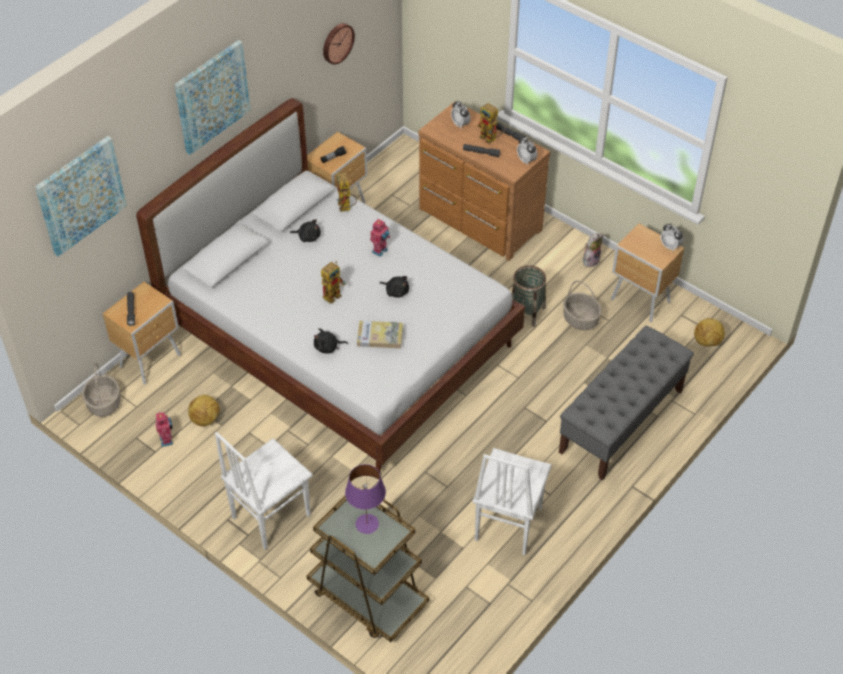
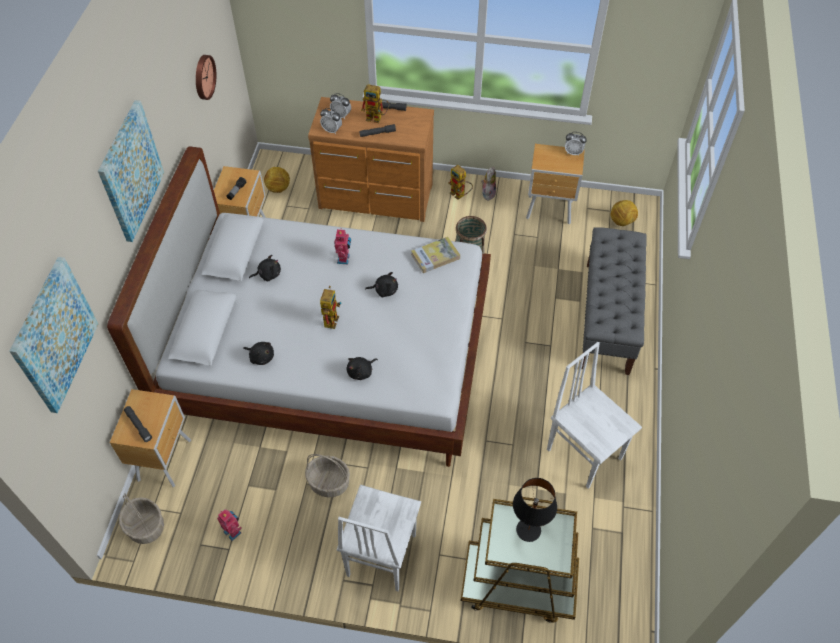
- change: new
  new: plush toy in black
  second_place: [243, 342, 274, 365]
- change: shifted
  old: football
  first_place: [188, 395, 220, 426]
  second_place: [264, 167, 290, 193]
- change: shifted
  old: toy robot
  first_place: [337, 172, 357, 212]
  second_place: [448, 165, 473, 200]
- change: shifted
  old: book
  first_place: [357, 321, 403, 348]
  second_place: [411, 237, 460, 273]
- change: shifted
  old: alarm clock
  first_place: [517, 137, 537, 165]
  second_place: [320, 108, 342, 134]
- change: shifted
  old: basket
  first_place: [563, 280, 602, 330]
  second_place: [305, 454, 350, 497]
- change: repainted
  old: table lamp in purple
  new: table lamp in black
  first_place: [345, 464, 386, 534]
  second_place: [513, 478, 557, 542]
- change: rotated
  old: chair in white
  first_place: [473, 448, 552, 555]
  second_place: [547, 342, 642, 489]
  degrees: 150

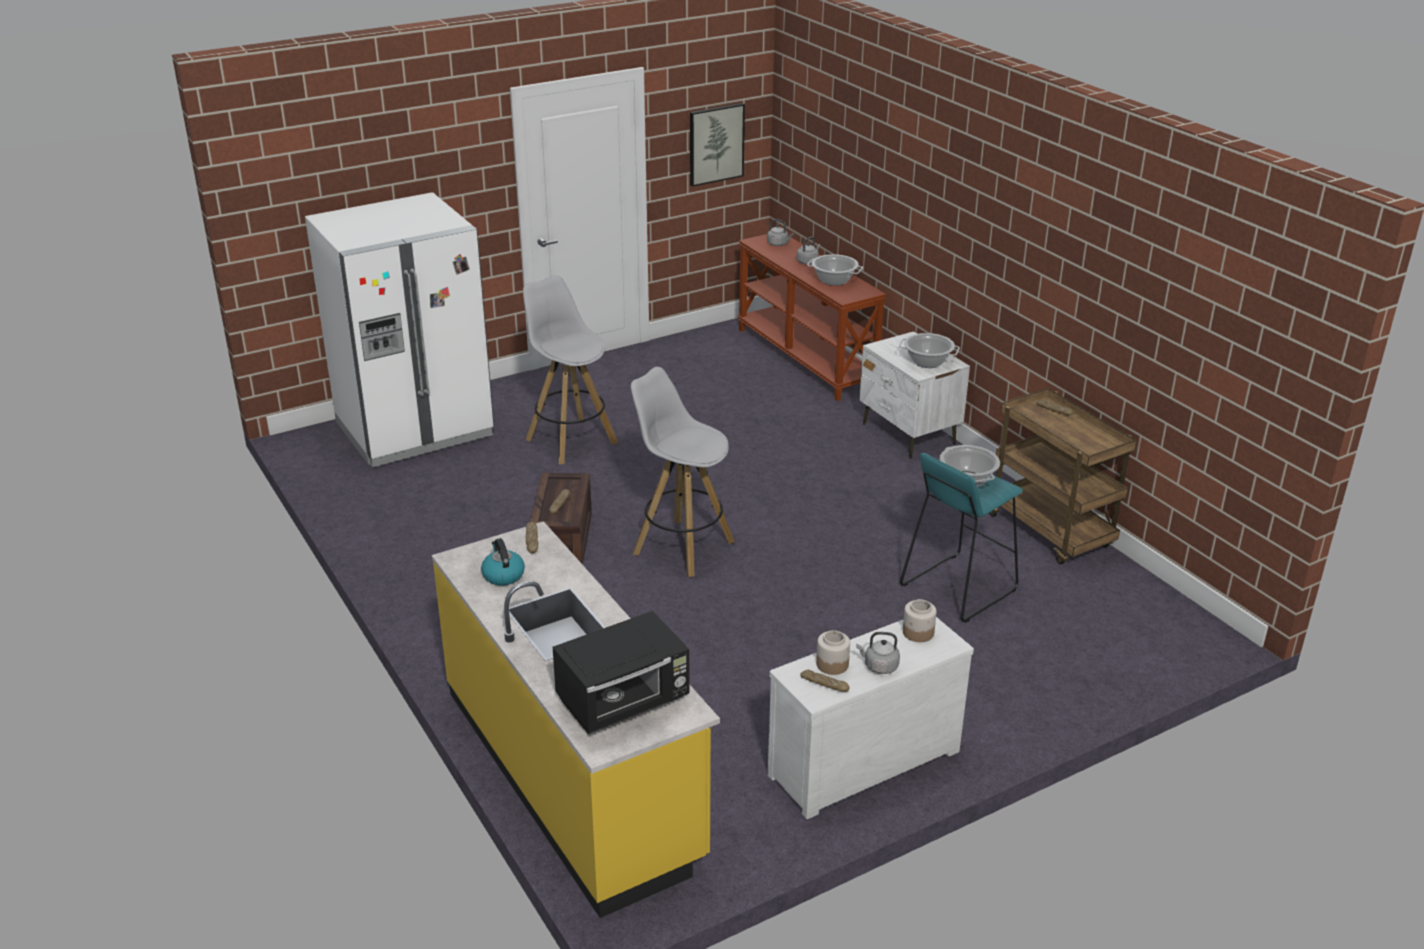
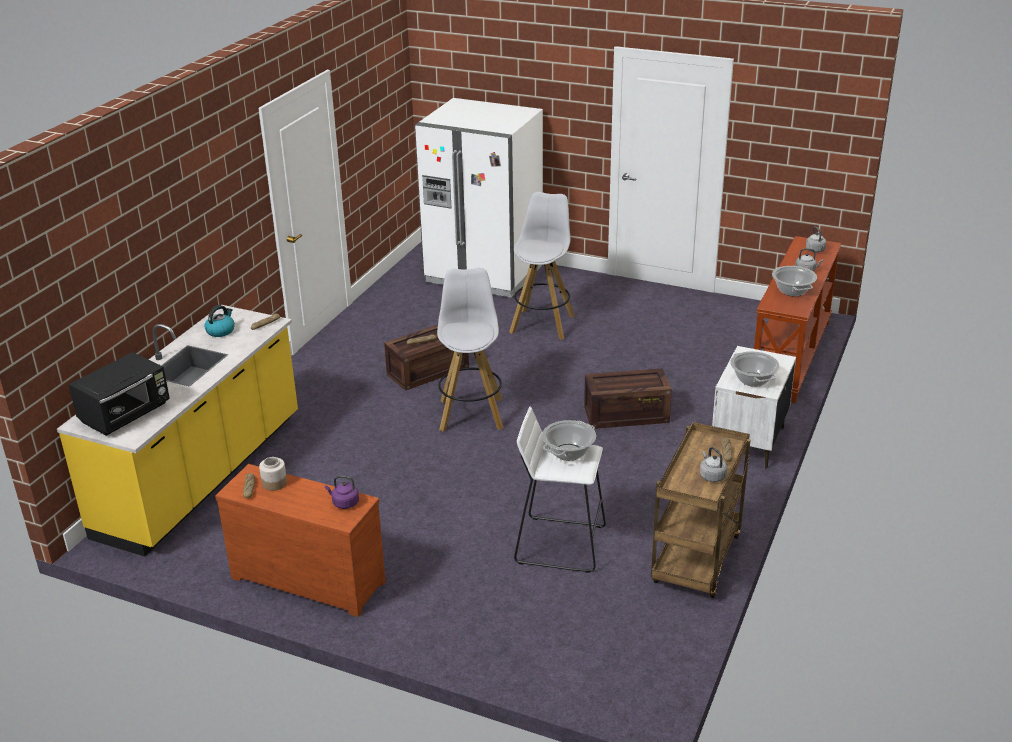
- change: gone
  old: picture
  first_place: [690, 103, 745, 187]
- change: new
  new: crate
  second_place: [584, 368, 672, 429]
- change: shifted
  old: kettle in grey
  first_place: [856, 632, 900, 674]
  second_place: [700, 447, 727, 482]
- change: swapped
  old: jar
  new: kettle in purple
  first_place: [903, 599, 937, 642]
  second_place: [325, 476, 359, 509]
- change: repainted
  old: dresser in white
  new: dresser in brown
  first_place: [768, 617, 974, 819]
  second_place: [215, 464, 386, 617]
- change: repainted
  old: stool in turquoise
  new: stool in white
  first_place: [900, 453, 1023, 622]
  second_place: [514, 407, 606, 573]
- change: rotated
  old: microwave in black
  first_place: [553, 611, 689, 734]
  second_place: [68, 352, 170, 436]
  degrees: -75

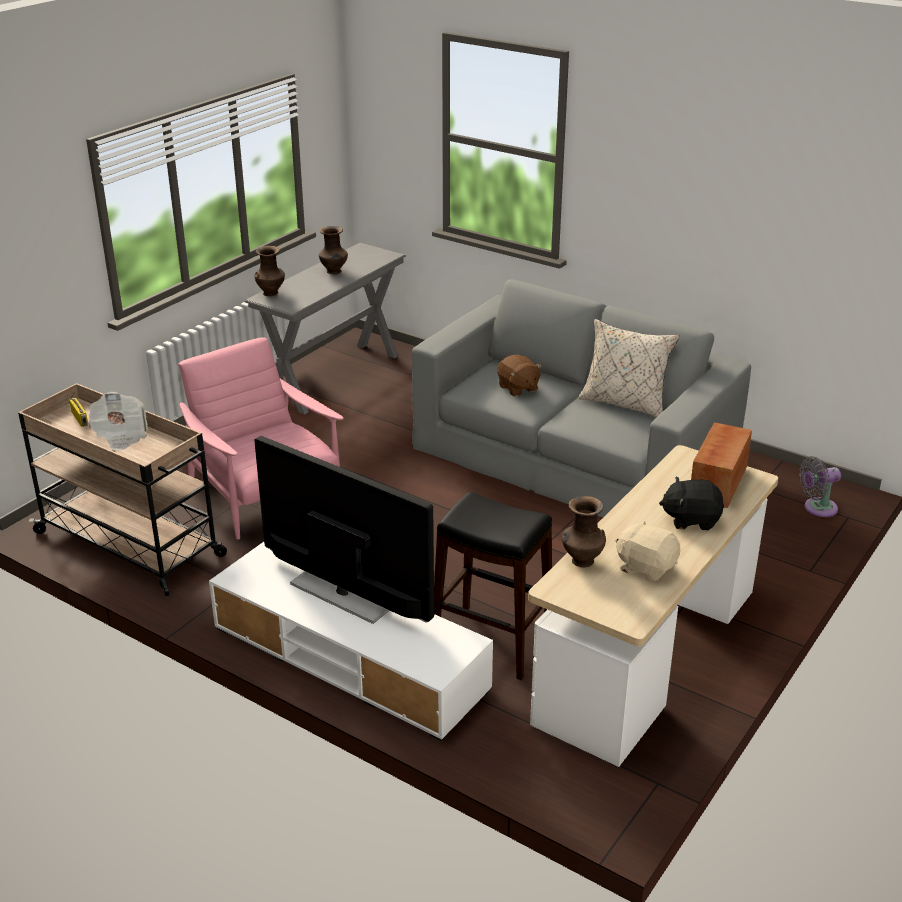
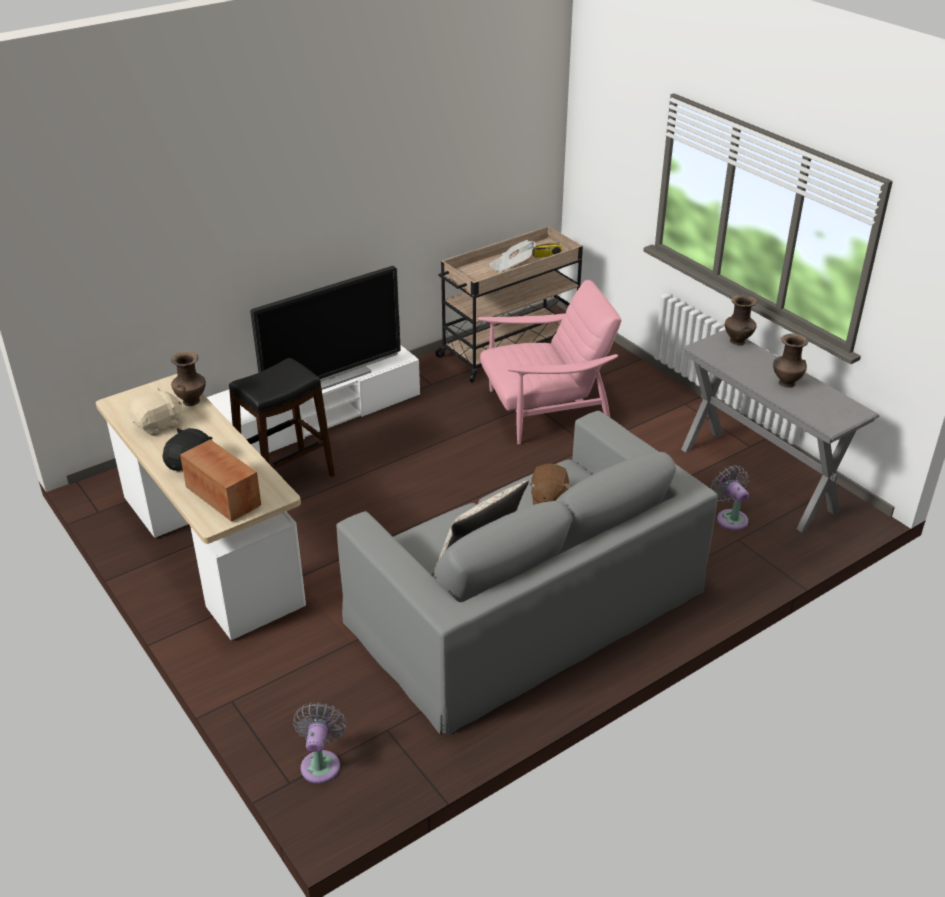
- change: new
  new: fan in grey
  second_place: [711, 466, 749, 531]
- change: rotated
  old: plush toy in brown
  first_place: [497, 355, 542, 397]
  second_place: [529, 464, 571, 505]
  degrees: -75

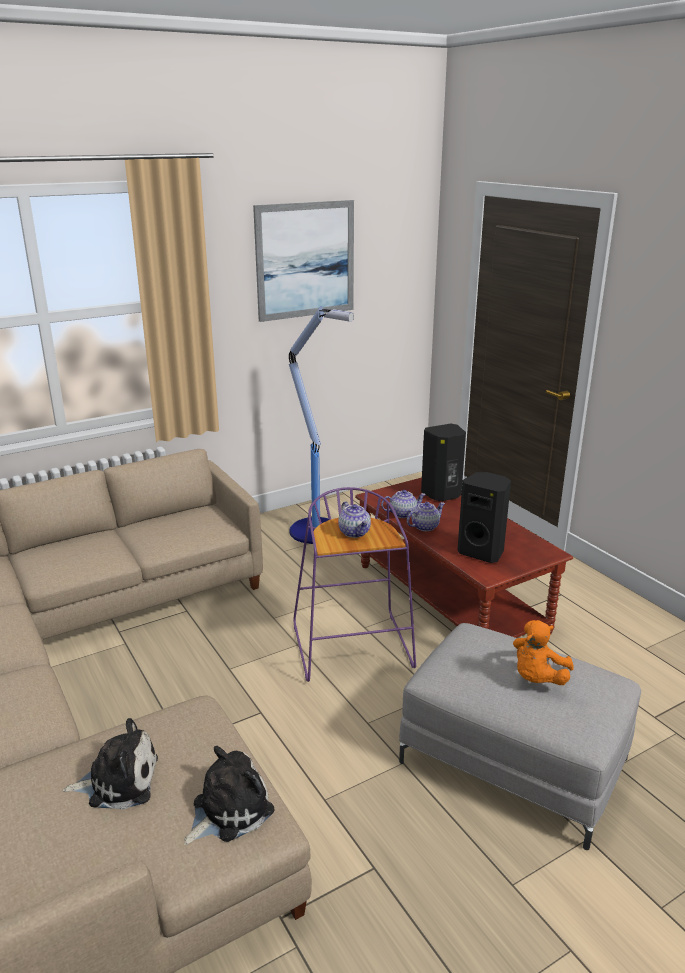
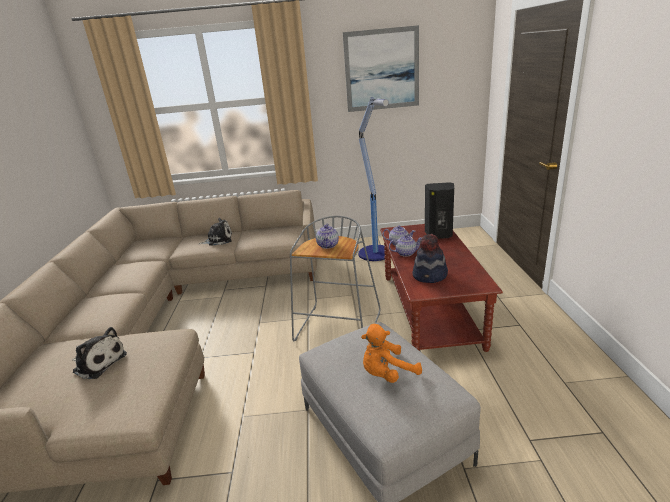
- change: shifted
  old: plush toy
  first_place: [184, 746, 274, 845]
  second_place: [199, 218, 232, 246]
- change: swapped
  old: speaker in black
  new: hat
  first_place: [458, 472, 511, 563]
  second_place: [412, 234, 448, 283]
- change: repainted
  old: stool in purple
  new: stool in grey
  first_place: [294, 487, 416, 682]
  second_place: [290, 216, 380, 341]

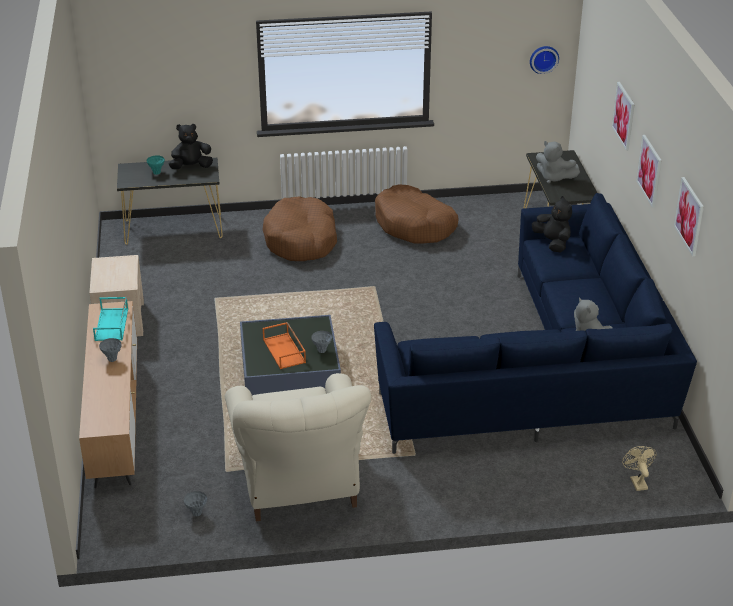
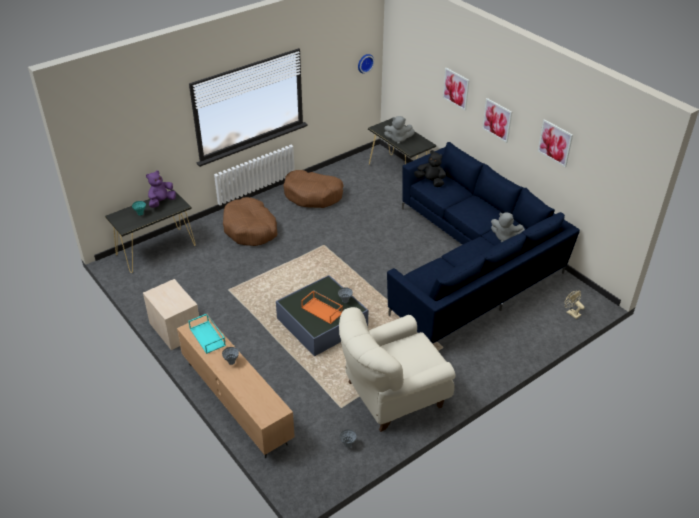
- change: repainted
  old: plush toy in black
  new: plush toy in purple
  first_place: [169, 124, 213, 169]
  second_place: [146, 170, 176, 208]
- change: rotated
  old: armchair in beige
  first_place: [225, 373, 371, 522]
  second_place: [339, 307, 456, 432]
  degrees: 105

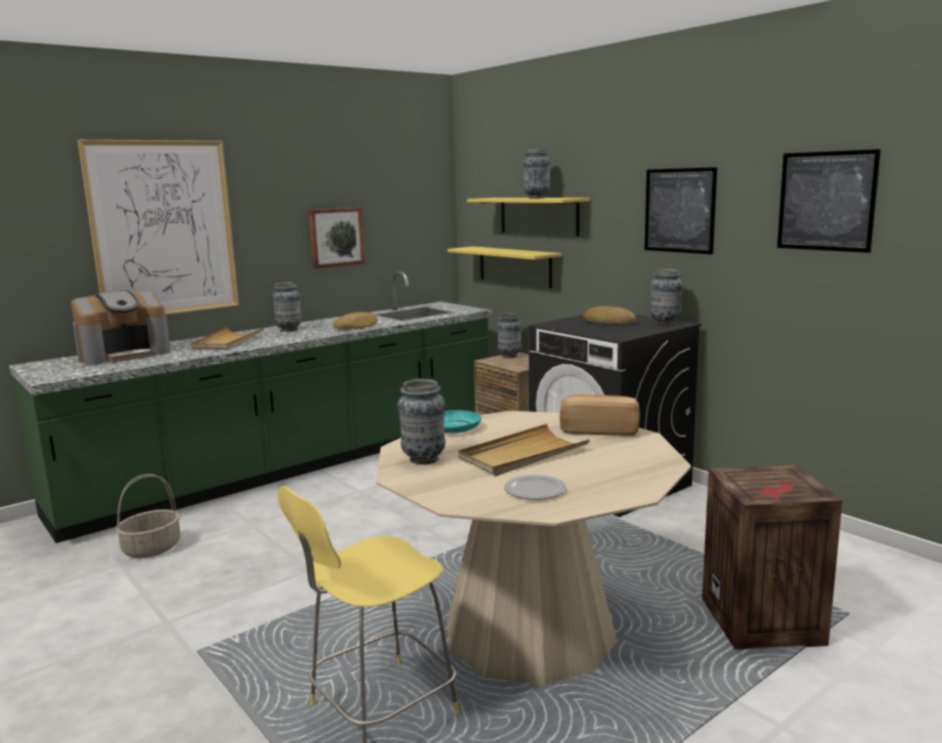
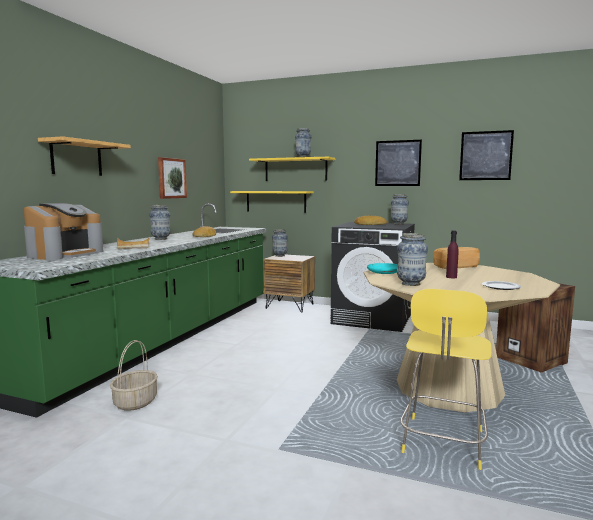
- change: swapped
  old: picture
  new: shelf
  first_place: [78, 140, 239, 315]
  second_place: [38, 136, 131, 176]
- change: swapped
  old: tray in beige
  new: bottle in purple
  first_place: [458, 424, 590, 476]
  second_place: [446, 230, 458, 278]

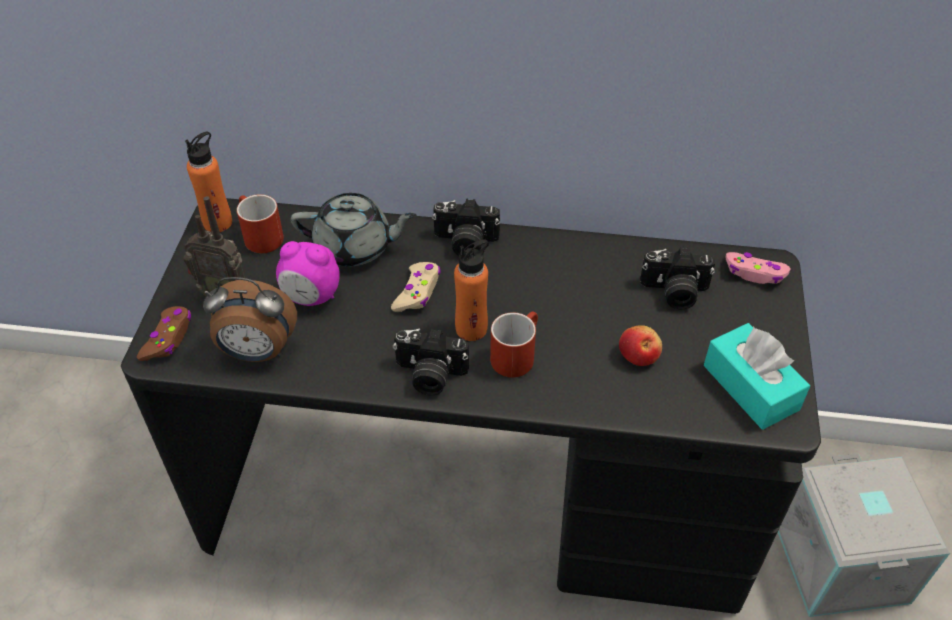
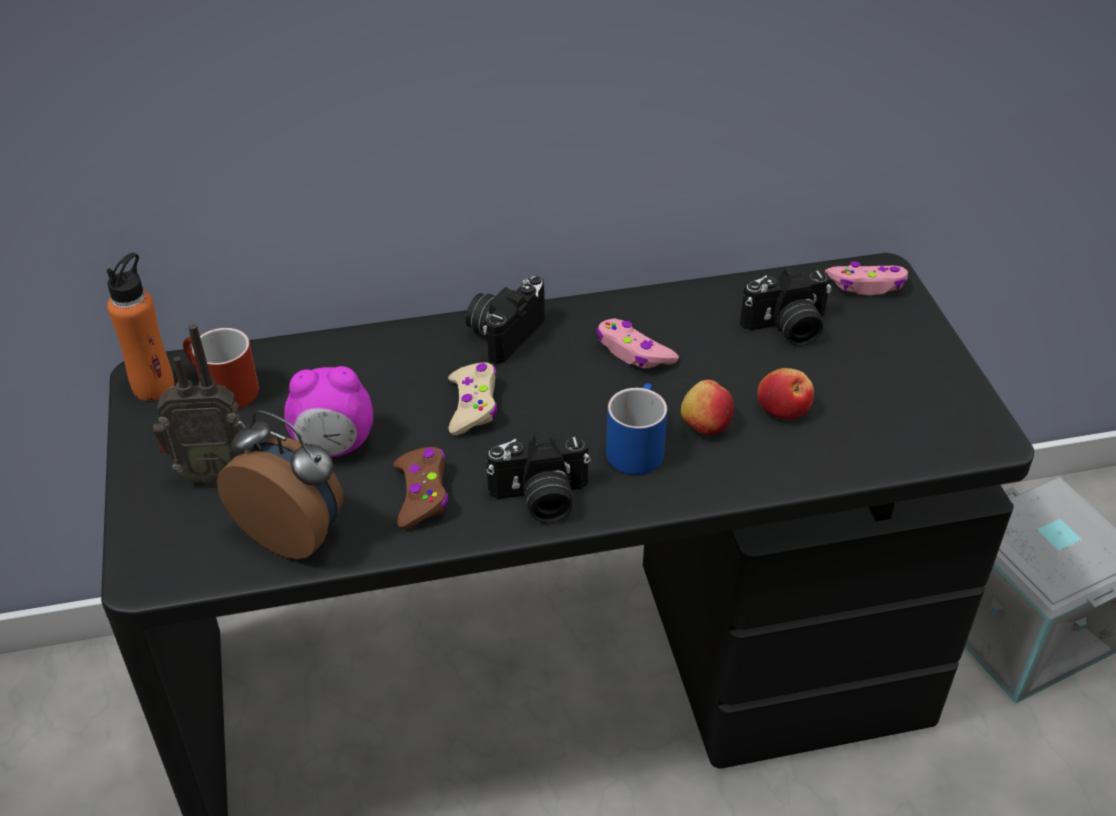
- change: gone
  old: teapot in grey
  first_place: [291, 193, 416, 266]
- change: gone
  old: bottle in orange
  first_place: [454, 240, 489, 341]
- change: gone
  old: tissue box in turquoise
  first_place: [704, 323, 810, 430]
- change: new
  new: game controller in pink
  second_place: [596, 318, 679, 368]
- change: new
  new: apple
  second_place: [681, 380, 734, 435]
- change: shifted
  old: game controller in brown
  first_place: [137, 306, 191, 361]
  second_place: [394, 447, 448, 529]
- change: repainted
  old: mug in red
  new: mug in blue
  first_place: [490, 311, 538, 378]
  second_place: [606, 383, 667, 475]
- change: rotated
  old: alarm clock
  first_place: [203, 277, 297, 362]
  second_place: [217, 410, 343, 559]
  degrees: -135
- change: rotated
  old: photo camera
  first_place: [432, 199, 500, 256]
  second_place: [466, 276, 545, 364]
  degrees: 135

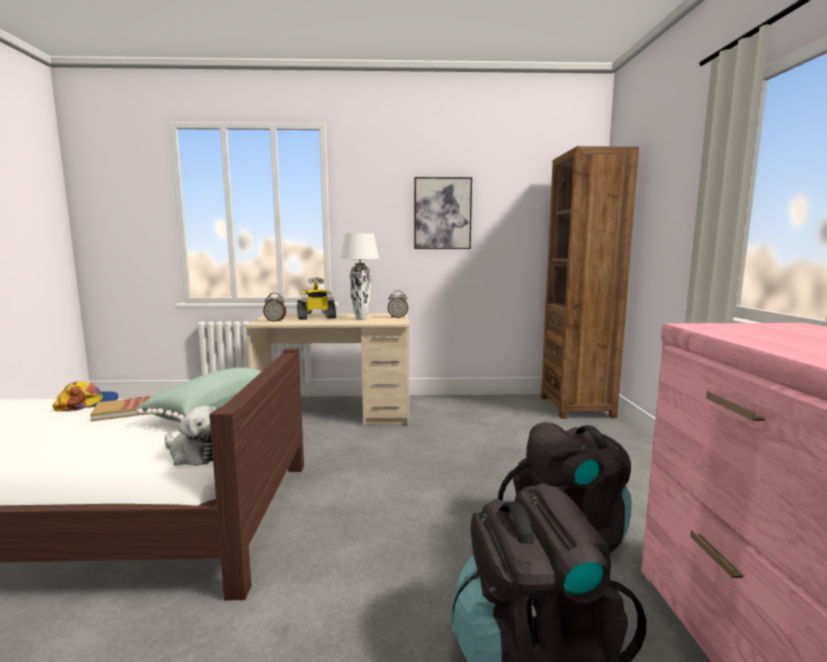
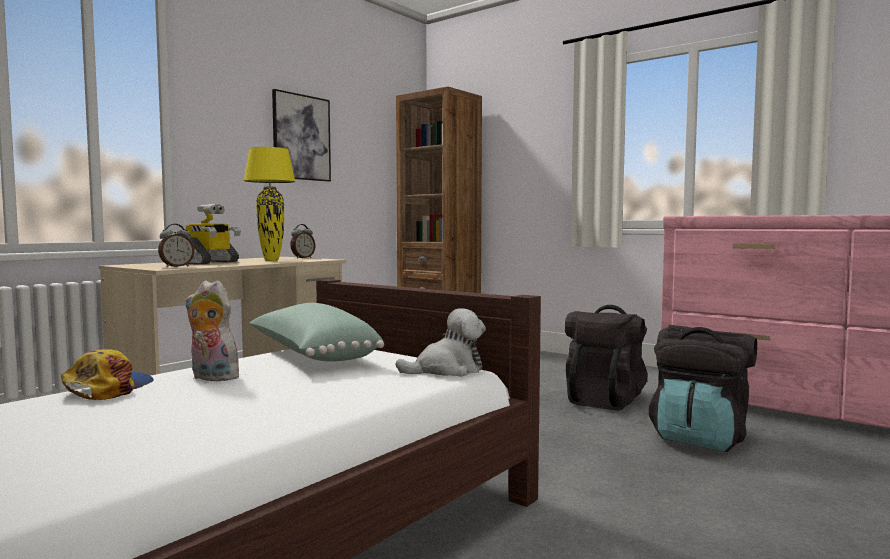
- change: swapped
  old: book
  new: plush toy
  first_place: [90, 396, 154, 421]
  second_place: [185, 280, 239, 381]
- change: repainted
  old: table lamp in white
  new: table lamp in yellow
  first_place: [340, 233, 379, 320]
  second_place: [243, 147, 296, 261]

